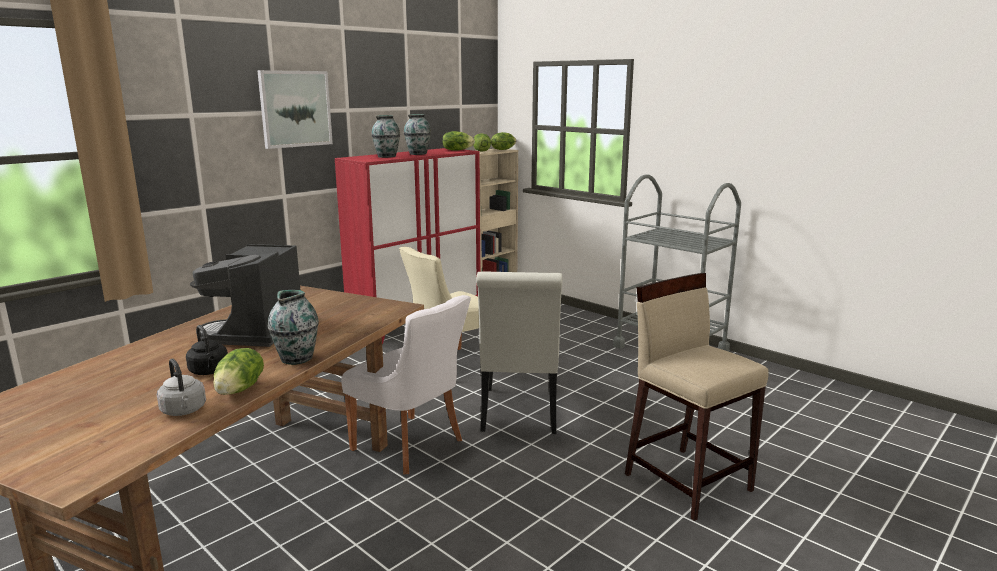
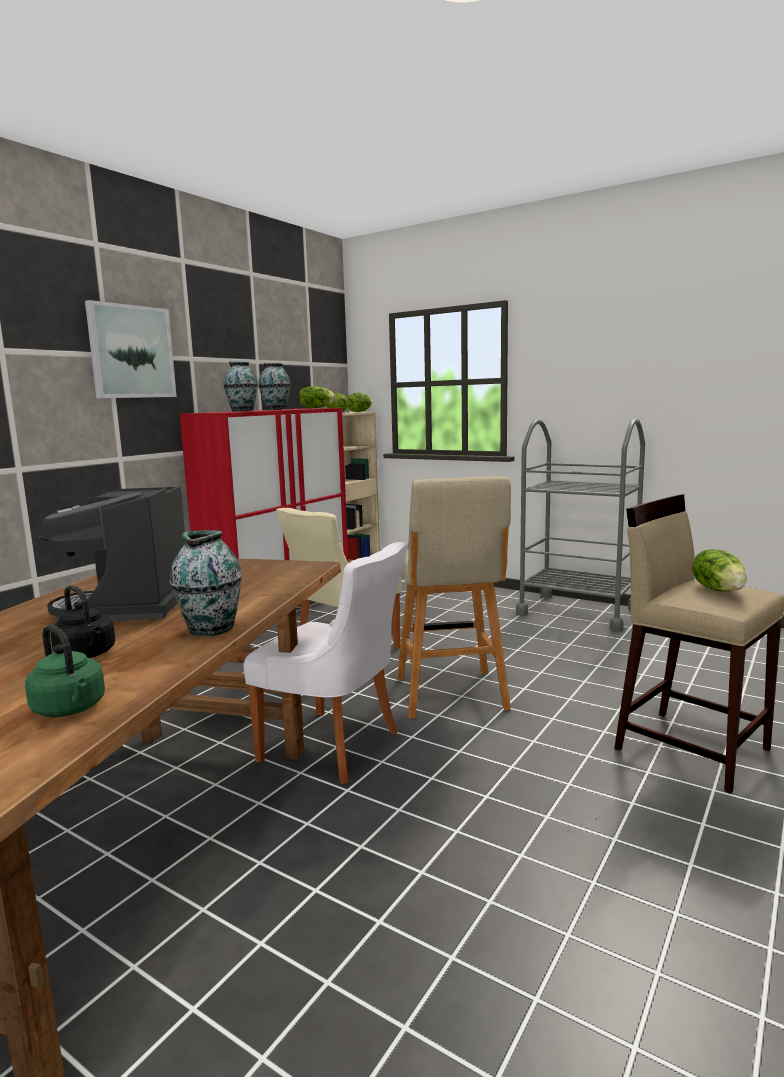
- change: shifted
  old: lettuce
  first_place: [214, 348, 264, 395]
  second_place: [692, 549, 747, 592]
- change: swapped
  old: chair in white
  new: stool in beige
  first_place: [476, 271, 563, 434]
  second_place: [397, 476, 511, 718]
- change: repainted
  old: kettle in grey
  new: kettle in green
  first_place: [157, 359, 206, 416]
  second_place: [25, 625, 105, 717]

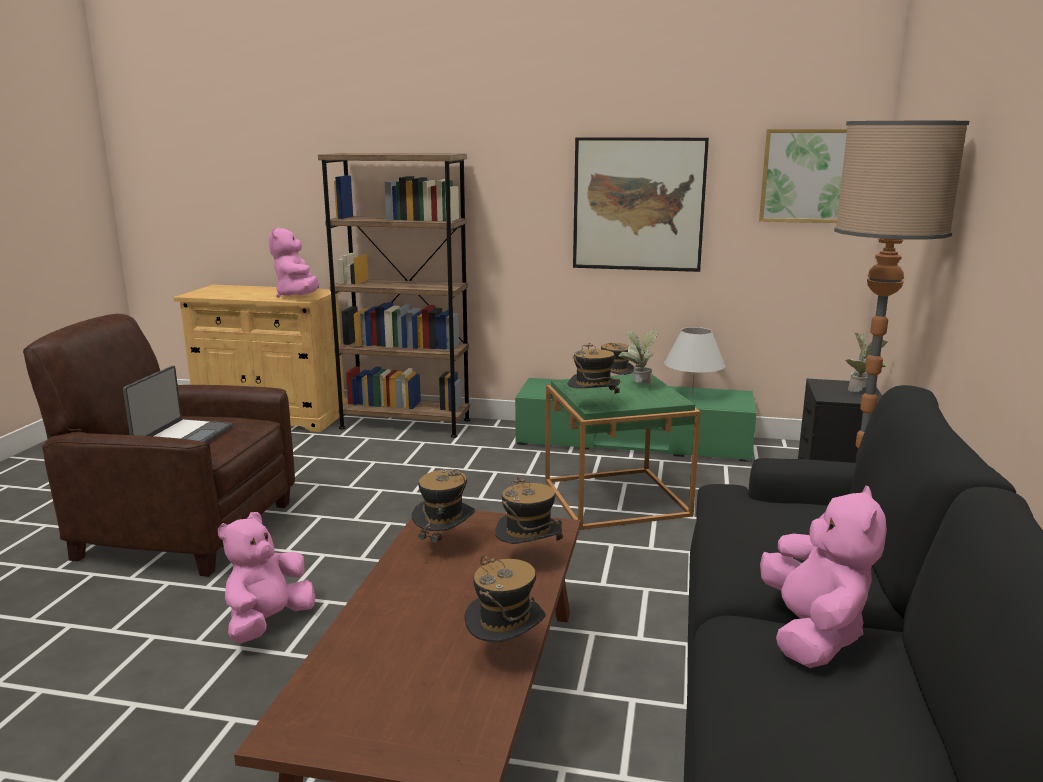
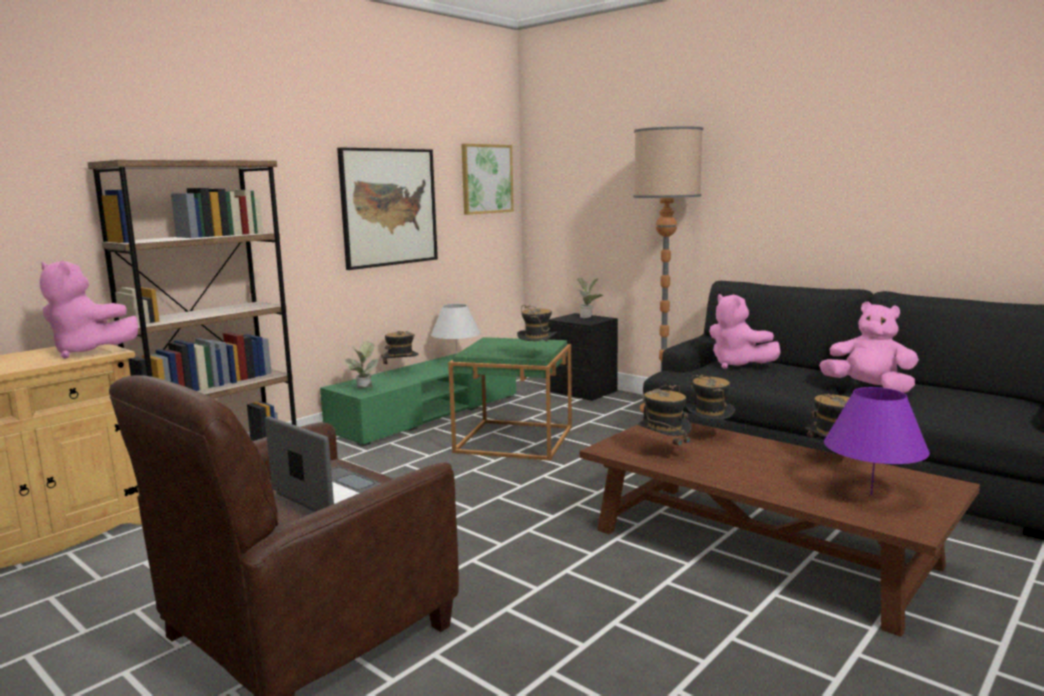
- change: new
  new: table lamp in purple
  second_place: [824, 387, 930, 496]
- change: shifted
  old: plush toy in pink
  first_place: [218, 512, 315, 643]
  second_place: [709, 294, 781, 369]
- change: shifted
  old: potted plant
  first_place: [619, 329, 659, 387]
  second_place: [344, 341, 378, 388]

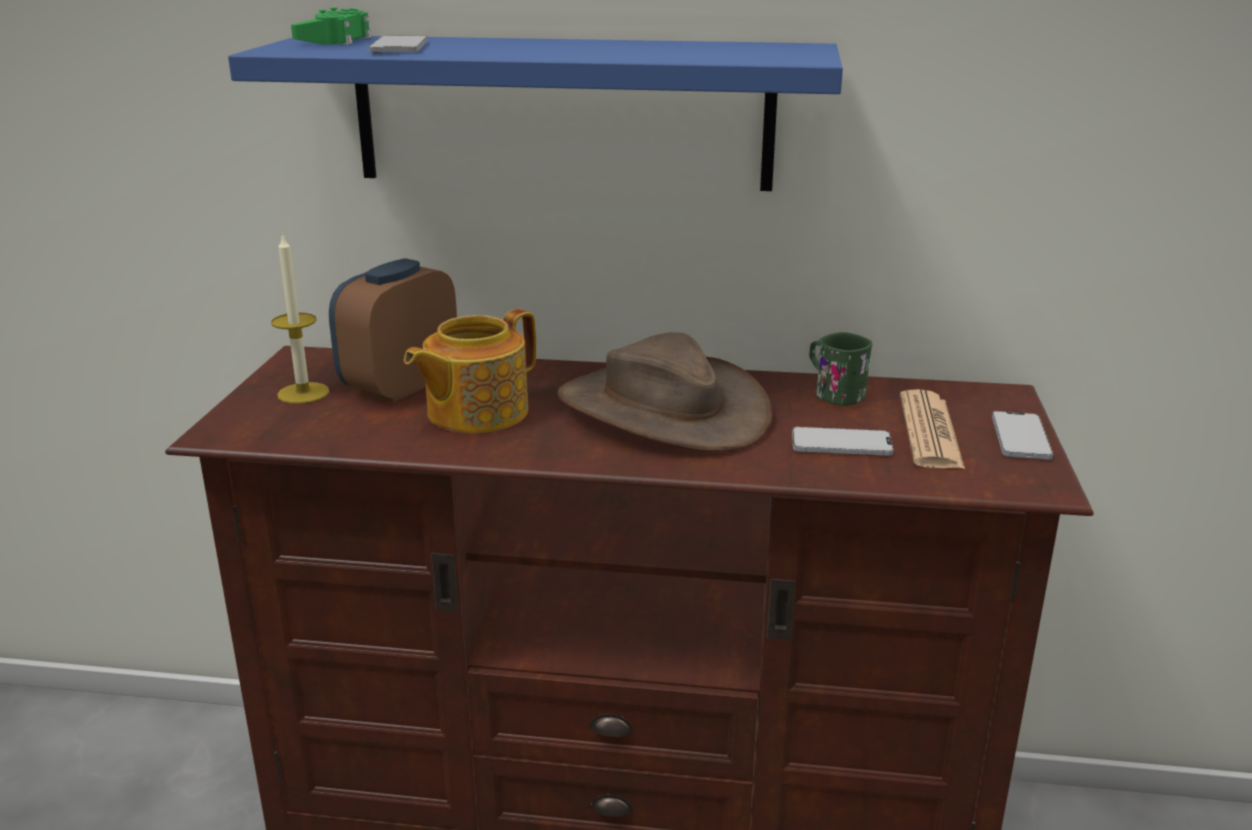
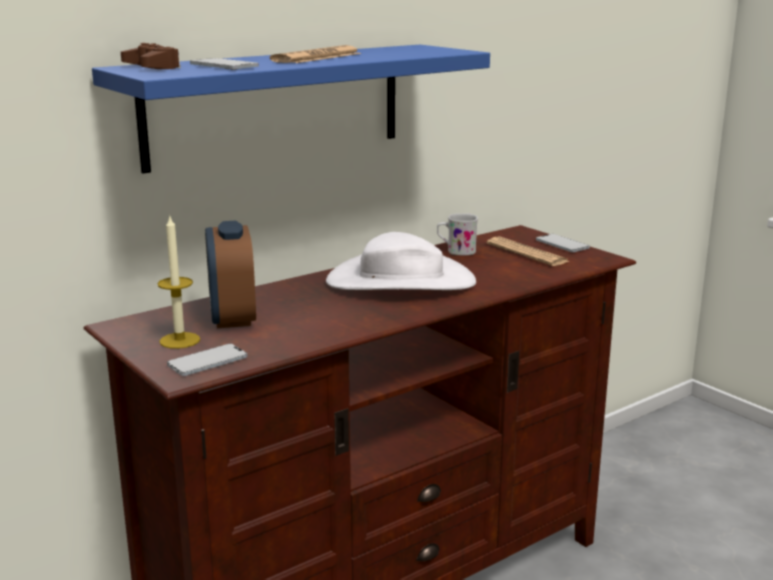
- change: gone
  old: teapot
  first_place: [404, 309, 536, 433]
- change: new
  new: newspaper
  second_place: [270, 45, 361, 63]
- change: shifted
  old: phone
  first_place: [792, 427, 893, 456]
  second_place: [167, 344, 247, 376]
- change: repainted
  old: game controller in green
  new: game controller in brown
  first_place: [291, 7, 372, 45]
  second_place: [121, 43, 181, 69]
- change: repainted
  old: hat in brown
  new: hat in white
  first_place: [557, 332, 773, 452]
  second_place: [326, 232, 476, 290]
- change: repainted
  old: mug in green
  new: mug in white
  first_place: [809, 332, 873, 406]
  second_place: [437, 213, 478, 255]

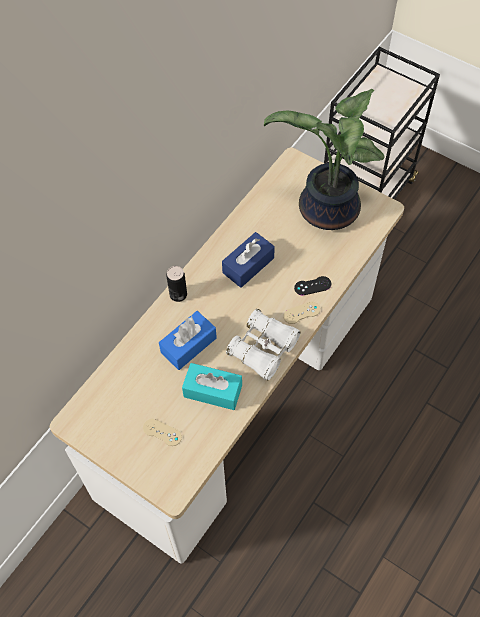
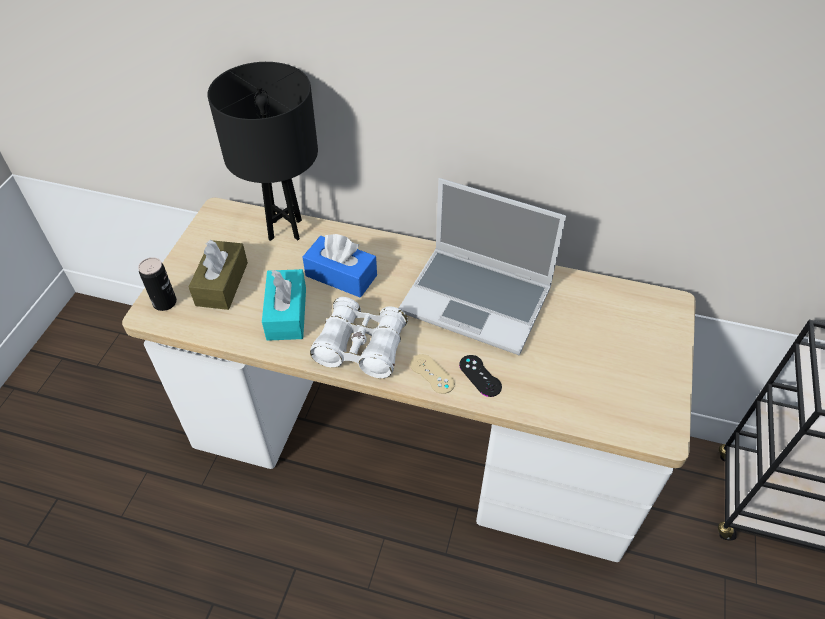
- change: gone
  old: potted plant
  first_place: [264, 89, 385, 230]
- change: new
  new: table lamp in black
  second_place: [207, 62, 318, 241]
- change: shifted
  old: can
  first_place: [166, 266, 187, 302]
  second_place: [138, 257, 177, 311]
- change: swapped
  old: game controller in beige
  new: tissue box in brown
  first_place: [143, 419, 182, 446]
  second_place: [189, 240, 248, 310]
- change: swapped
  old: tissue box in blue
  new: laptop
  first_place: [222, 232, 275, 288]
  second_place: [399, 178, 566, 355]

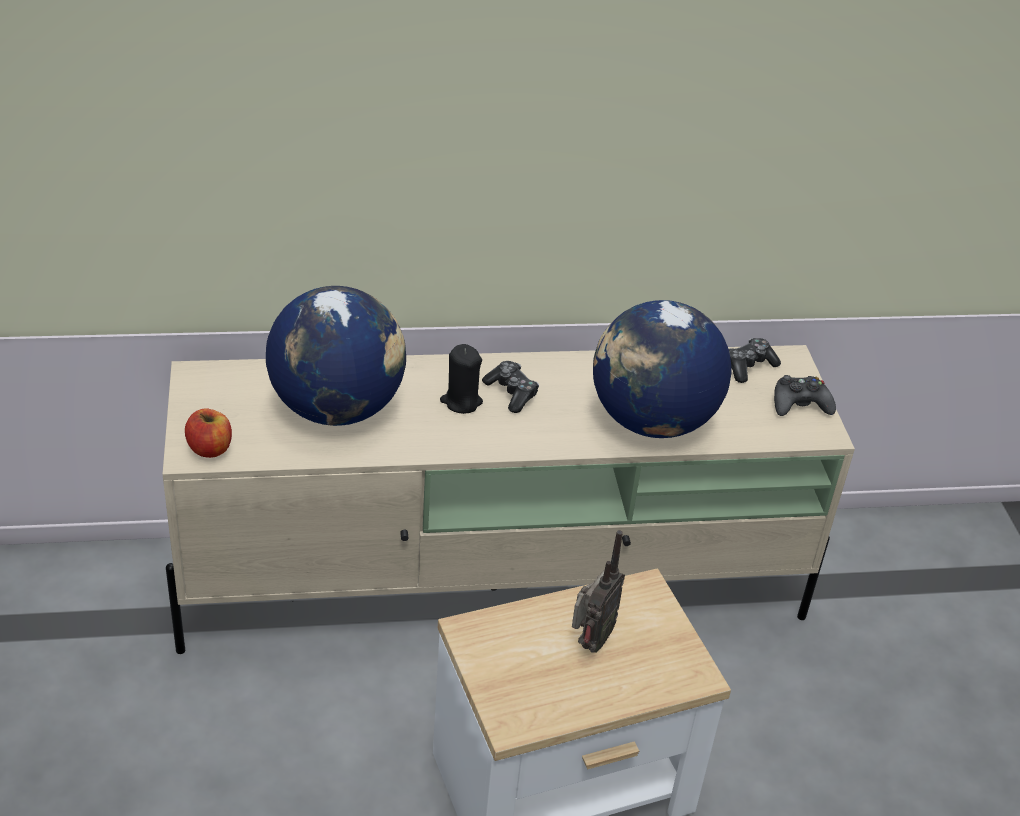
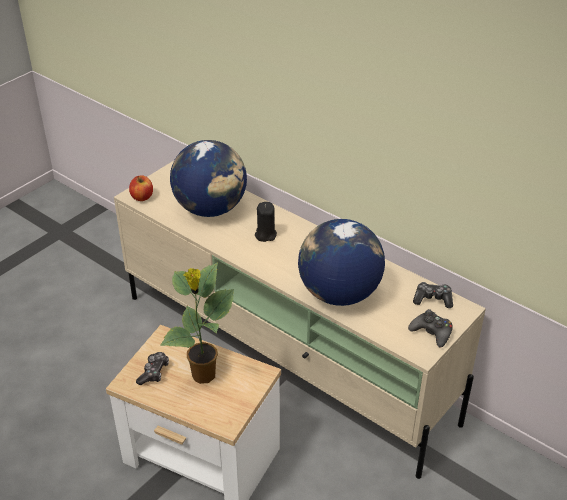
- change: shifted
  old: game controller
  first_place: [482, 361, 539, 413]
  second_place: [136, 352, 169, 385]
- change: swapped
  old: radio
  new: potted plant
  first_place: [572, 530, 625, 653]
  second_place: [160, 262, 234, 384]

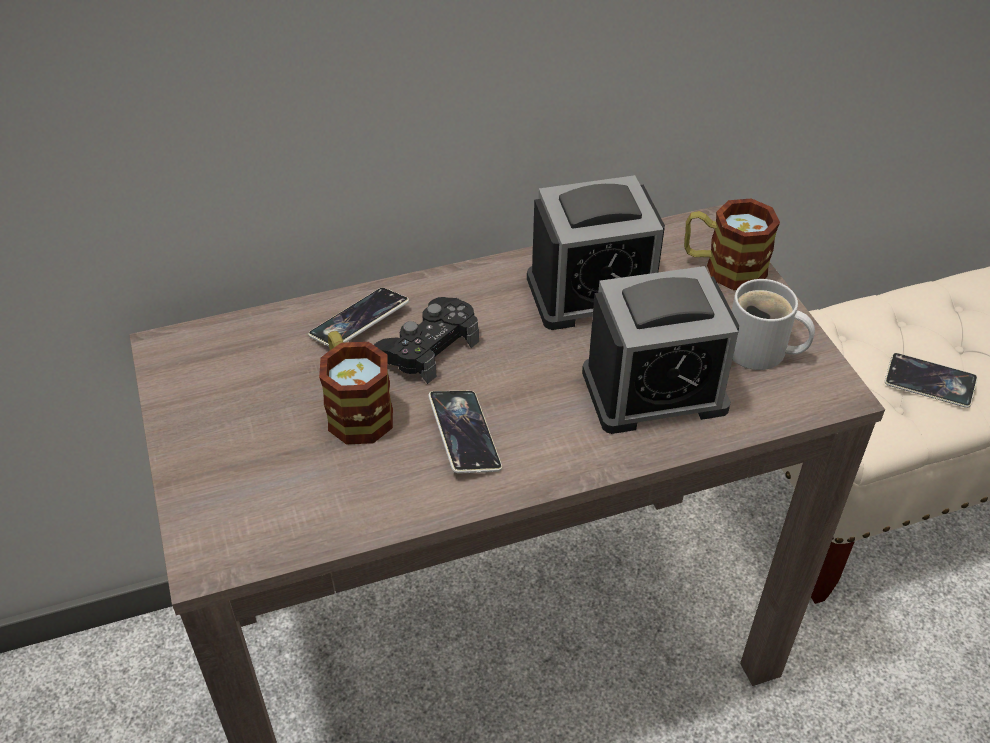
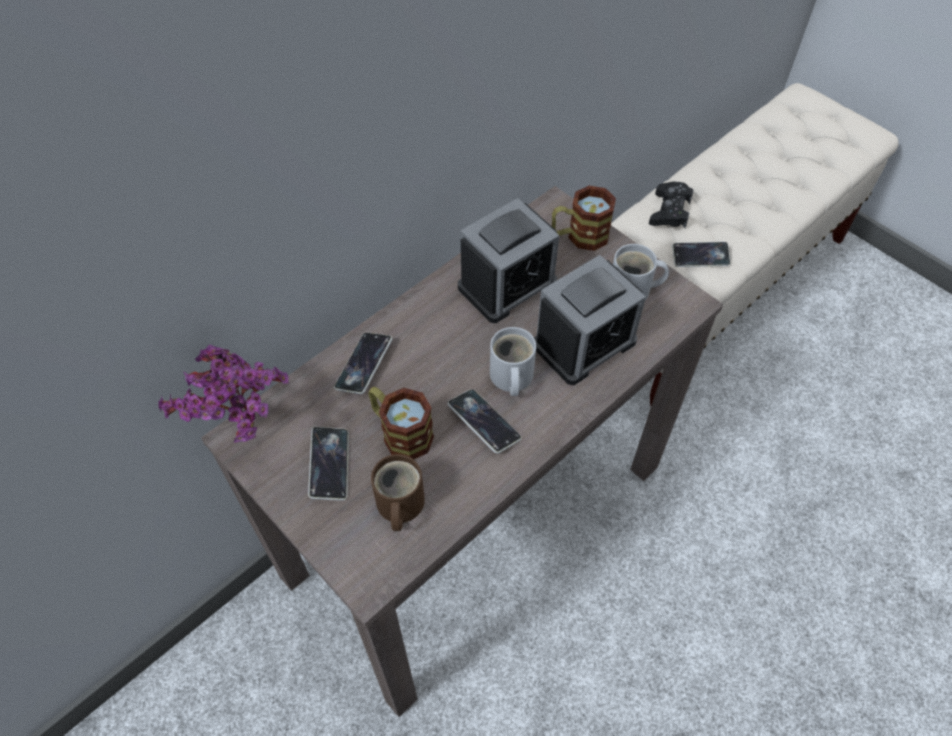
- change: new
  new: potted plant
  second_place: [158, 344, 289, 443]
- change: new
  new: phone
  second_place: [308, 427, 349, 501]
- change: new
  new: mug in brown
  second_place: [371, 454, 425, 531]
- change: new
  new: mug in white
  second_place: [490, 327, 536, 396]
- change: shifted
  old: game controller in black
  first_place: [374, 297, 479, 384]
  second_place: [649, 181, 693, 228]

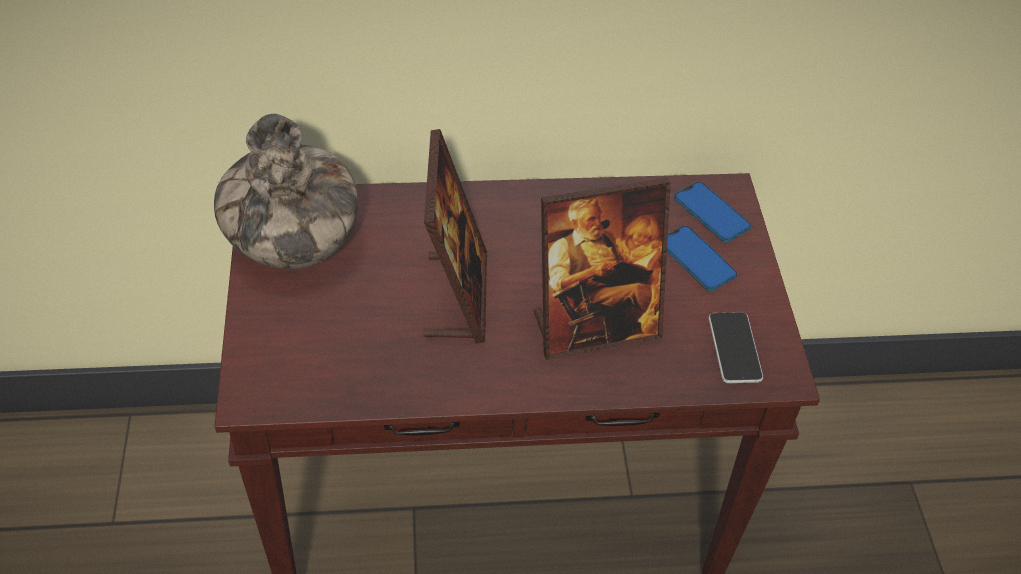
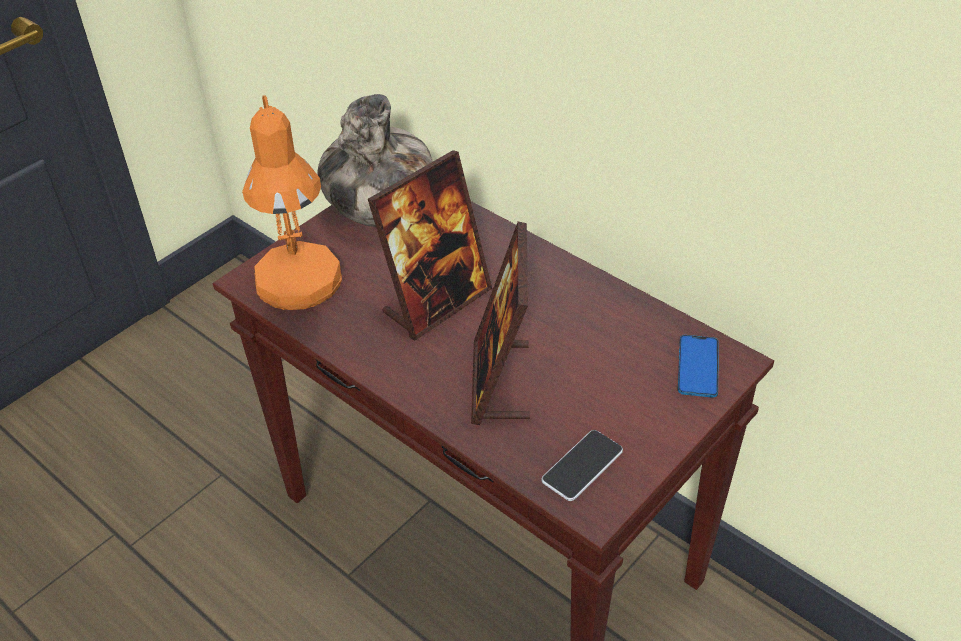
- change: gone
  old: phone
  first_place: [667, 226, 738, 291]
- change: new
  new: table lamp in orange
  second_place: [242, 95, 342, 310]
- change: rotated
  old: picture frame
  first_place: [534, 178, 671, 360]
  second_place: [471, 221, 530, 425]
  degrees: 60

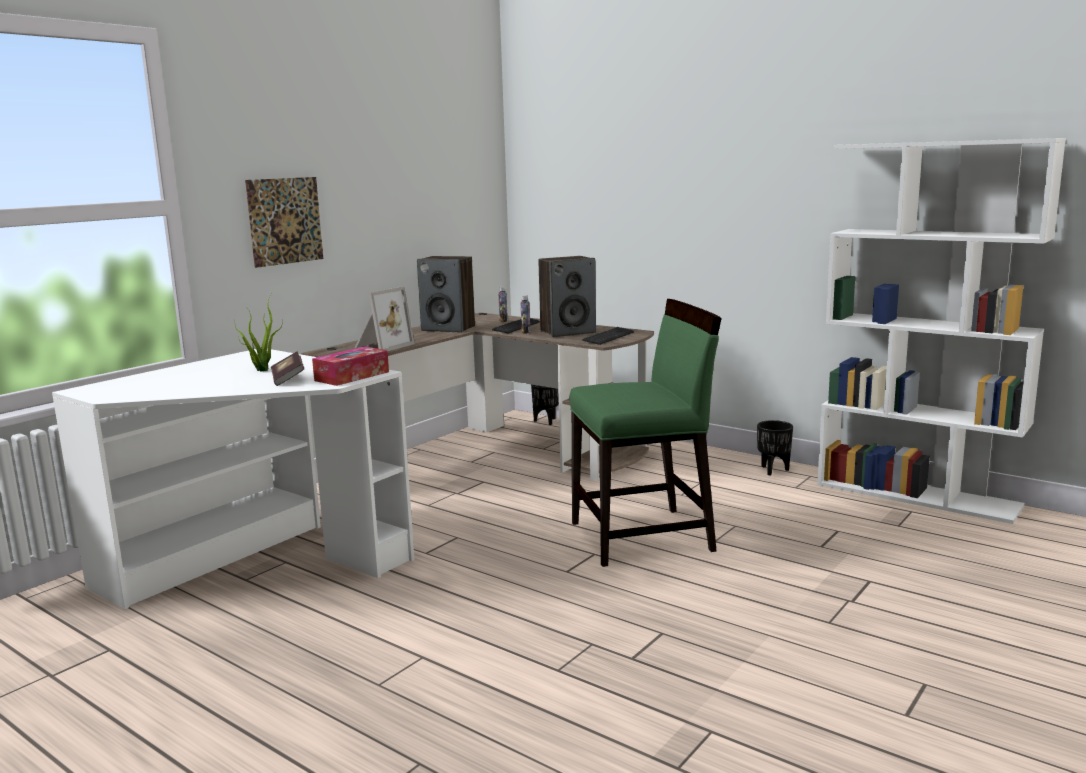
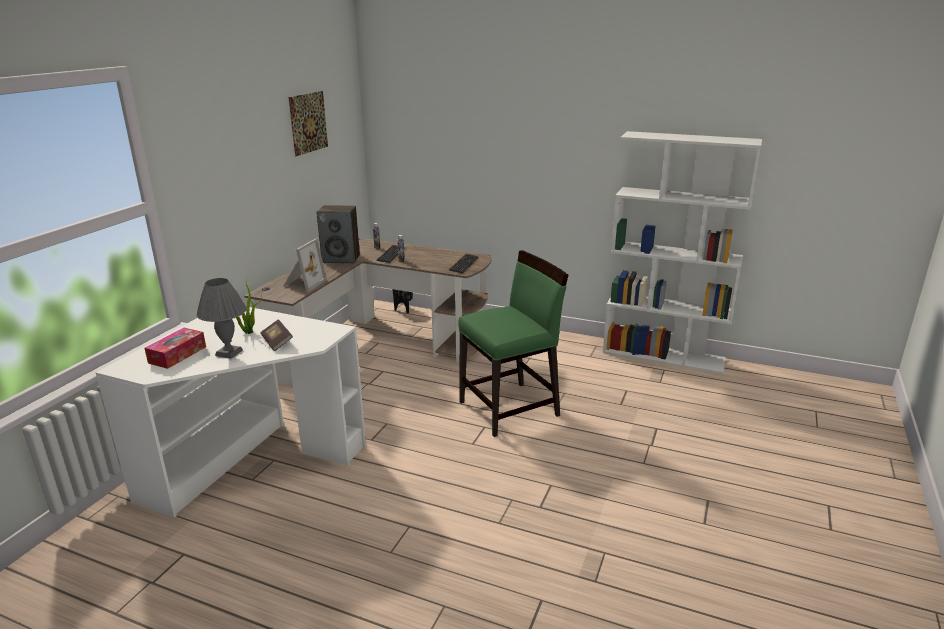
- change: gone
  old: speaker
  first_place: [539, 256, 596, 337]
- change: gone
  old: planter in black
  first_place: [757, 420, 793, 476]
- change: new
  new: table lamp in grey
  second_place: [196, 278, 247, 359]
- change: shifted
  old: picture
  first_place: [245, 177, 323, 268]
  second_place: [288, 91, 328, 156]
- change: shifted
  old: tissue box
  first_place: [312, 347, 389, 386]
  second_place: [145, 328, 206, 369]

